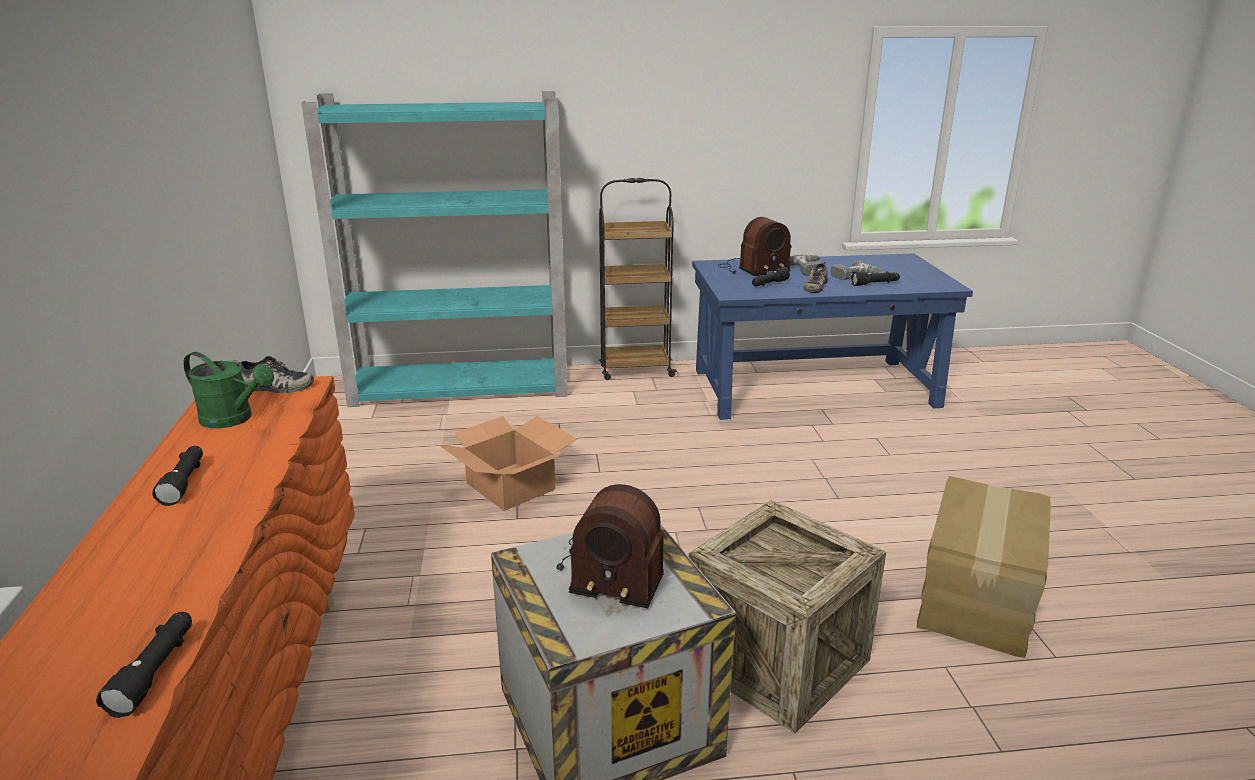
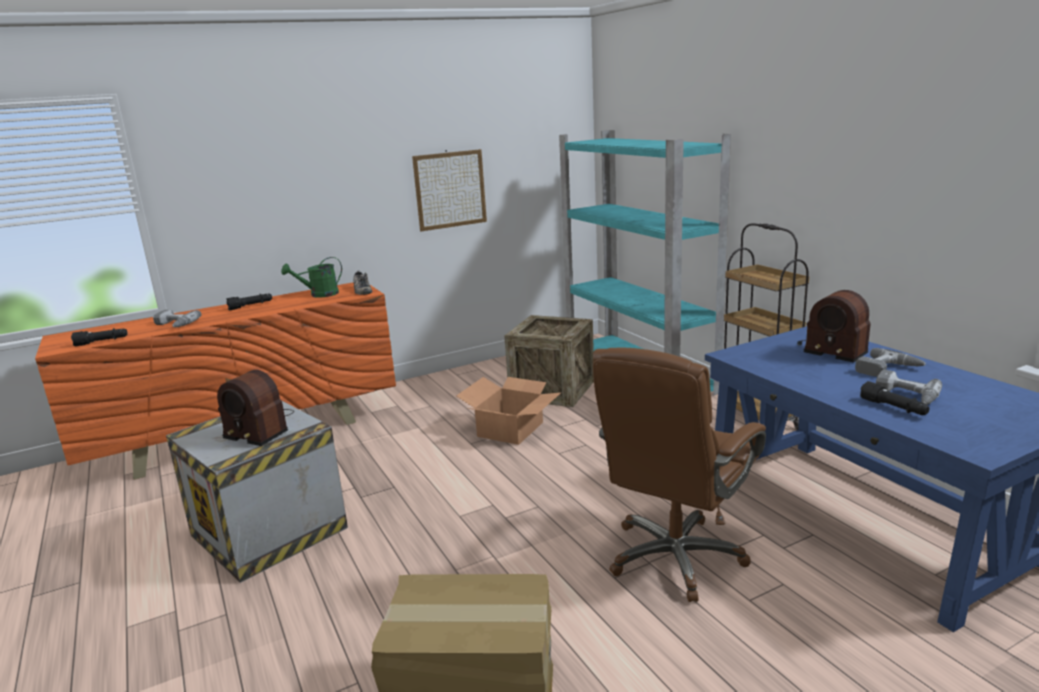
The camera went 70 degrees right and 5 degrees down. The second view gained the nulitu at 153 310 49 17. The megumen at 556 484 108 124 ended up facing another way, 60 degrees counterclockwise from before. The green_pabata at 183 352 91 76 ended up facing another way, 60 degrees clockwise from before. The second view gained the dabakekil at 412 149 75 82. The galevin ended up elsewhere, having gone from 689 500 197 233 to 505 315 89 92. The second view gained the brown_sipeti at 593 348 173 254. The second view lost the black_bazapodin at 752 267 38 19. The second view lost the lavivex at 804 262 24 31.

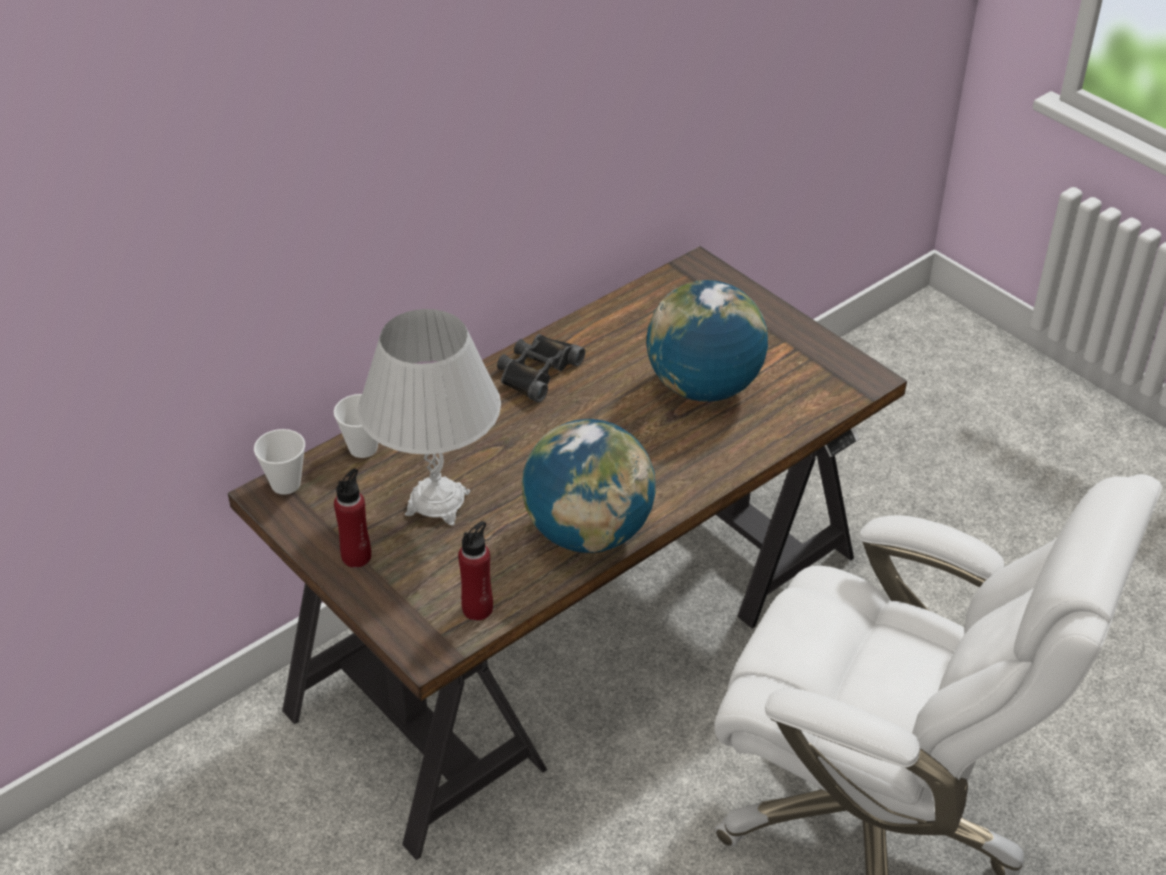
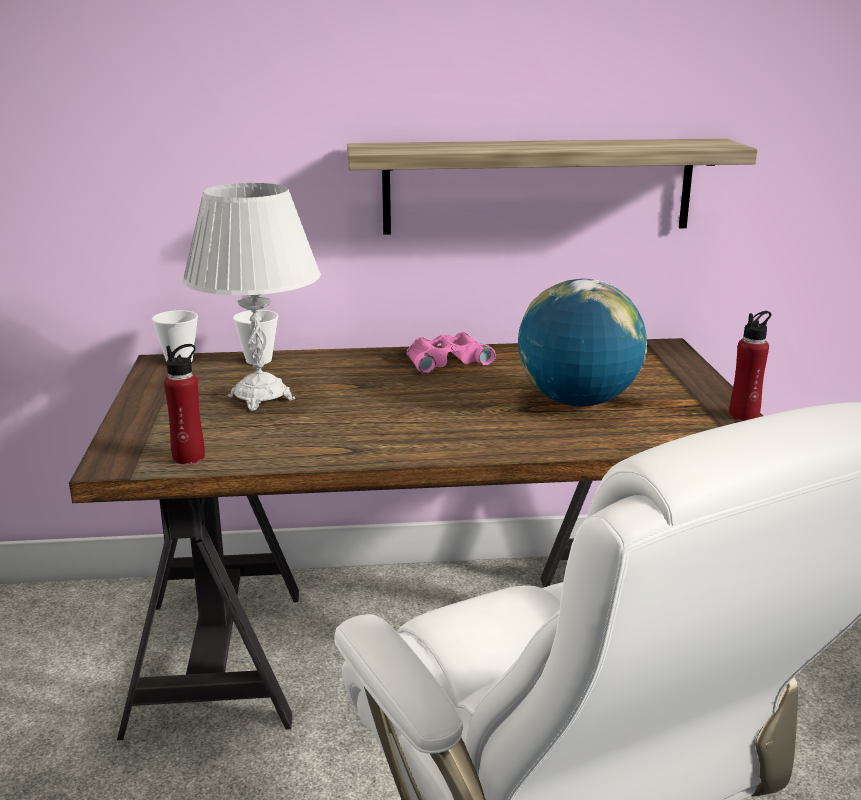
The camera went 35 degrees right and 20 degrees down. The second view gained the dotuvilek at 347 138 411 97. What was the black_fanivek at 497 334 88 69 turned into the pink_fanivek at 407 332 89 42. The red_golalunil ended up elsewhere, having gone from 334 469 37 99 to 729 311 42 110. The second view lost the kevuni at 521 419 135 134.

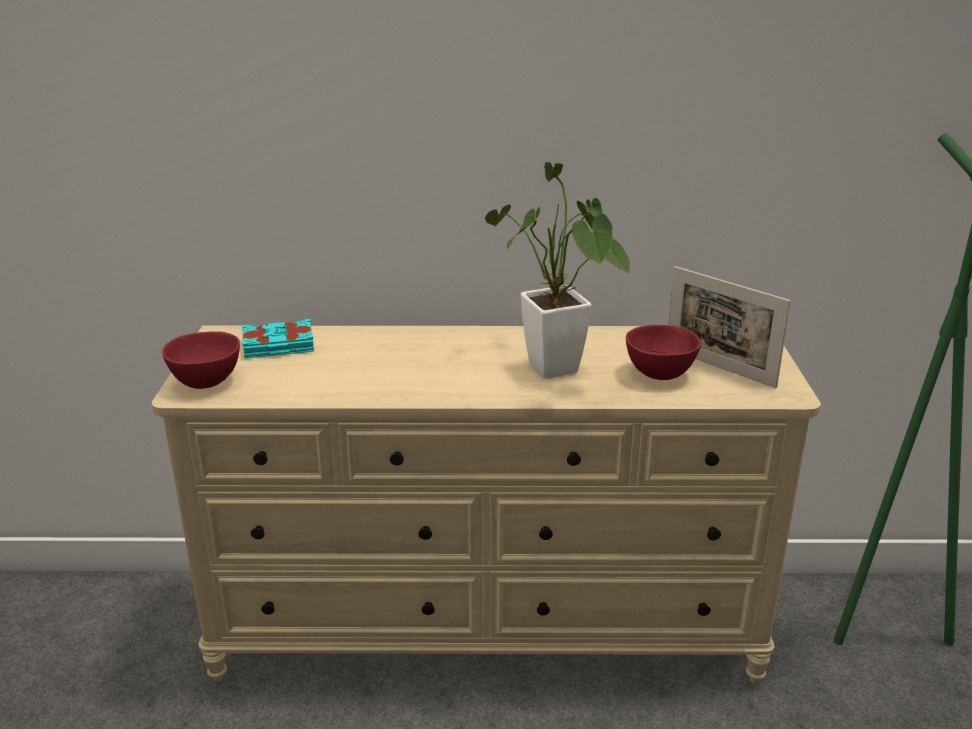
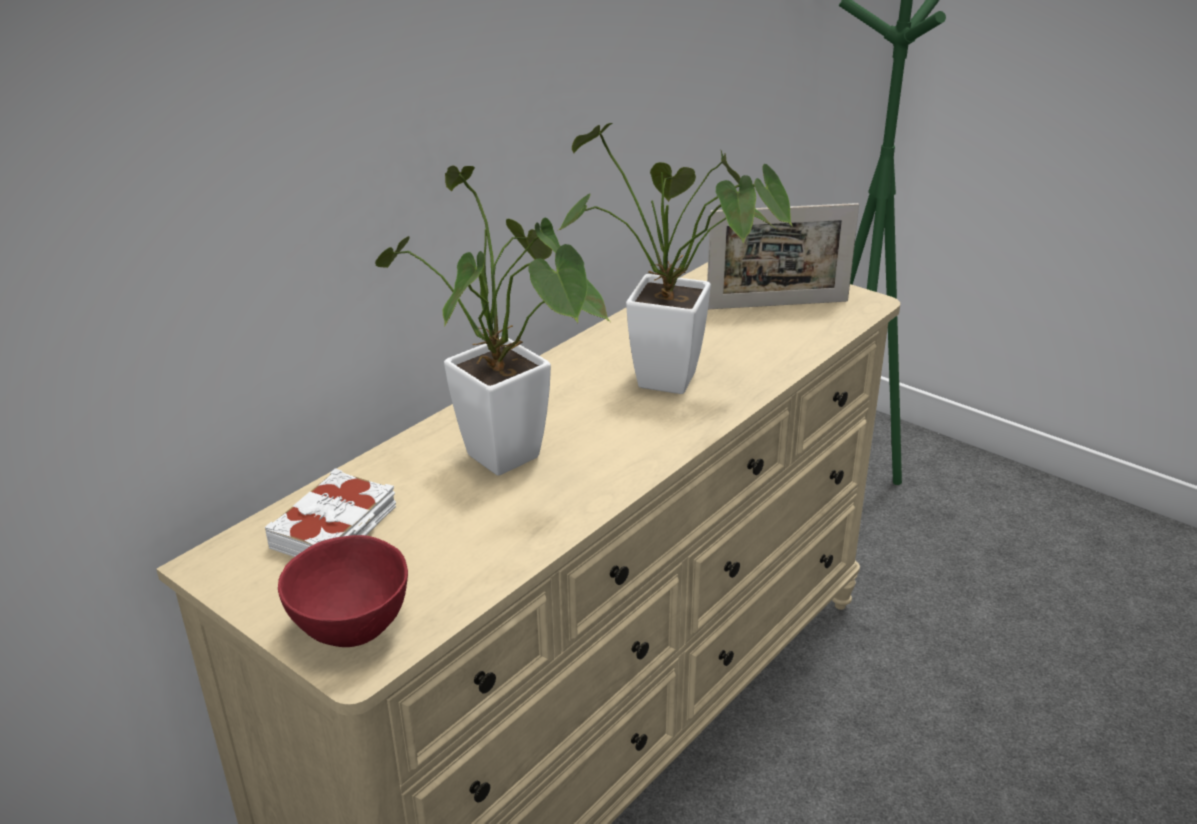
The camera went 50 degrees left and 5 degrees up. What was the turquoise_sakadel at 242 319 72 40 turned into the white_sakadel at 264 468 132 89. The second view gained the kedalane at 375 166 235 310. The second view lost the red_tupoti at 626 325 75 55.

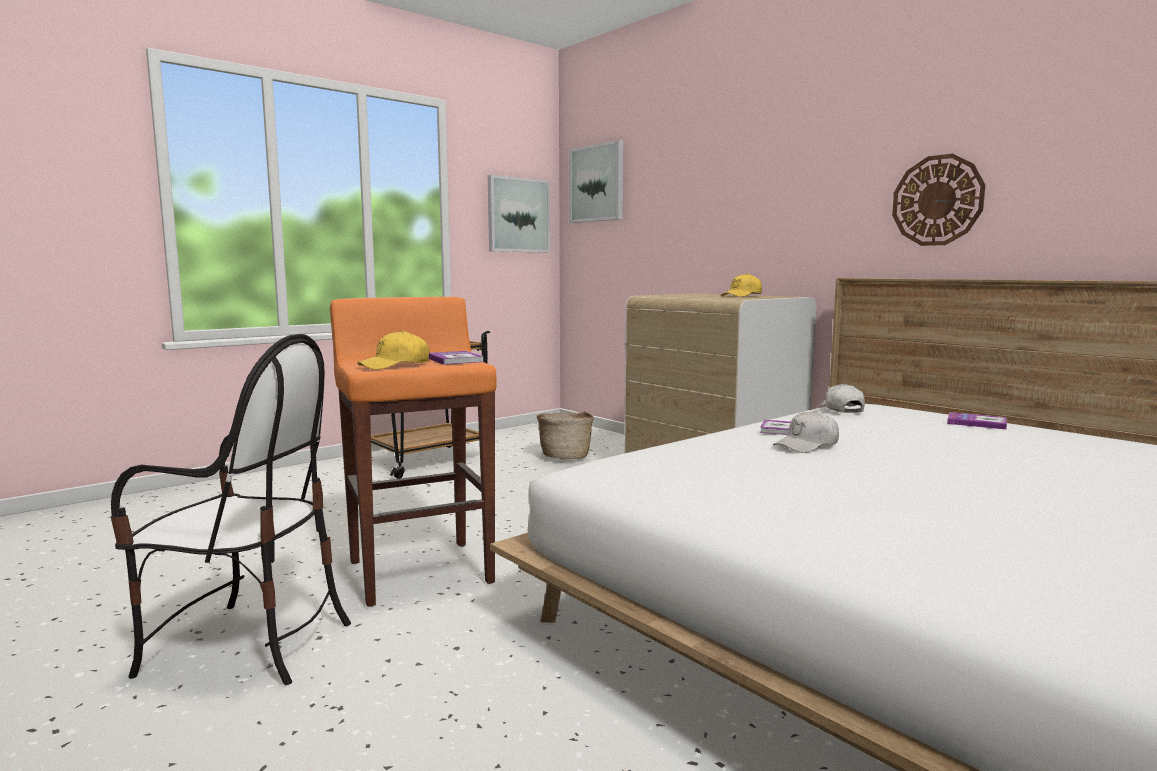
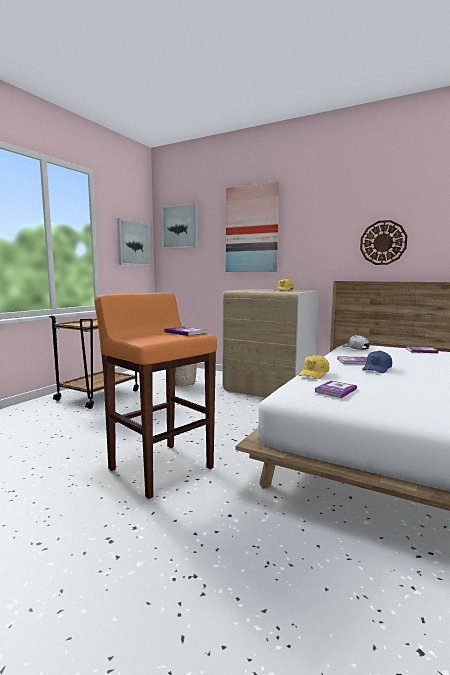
The camera went 20 degrees left and 0 degrees up. The second view gained the dabakekil at 226 181 53 91. The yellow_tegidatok ended up elsewhere, having gone from 357 330 73 40 to 298 355 31 24. The second view gained the sakadel at 315 381 42 17. What was the white_tegidatok at 773 411 66 42 turned into the blue_tegidatok at 362 350 30 23. The second view lost the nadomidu at 110 334 241 351.

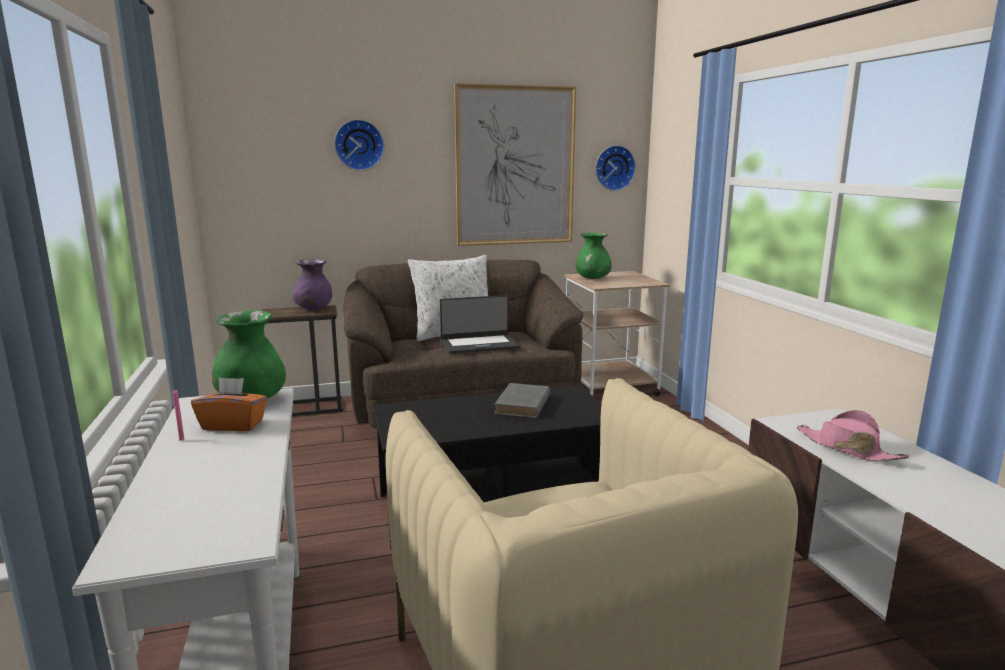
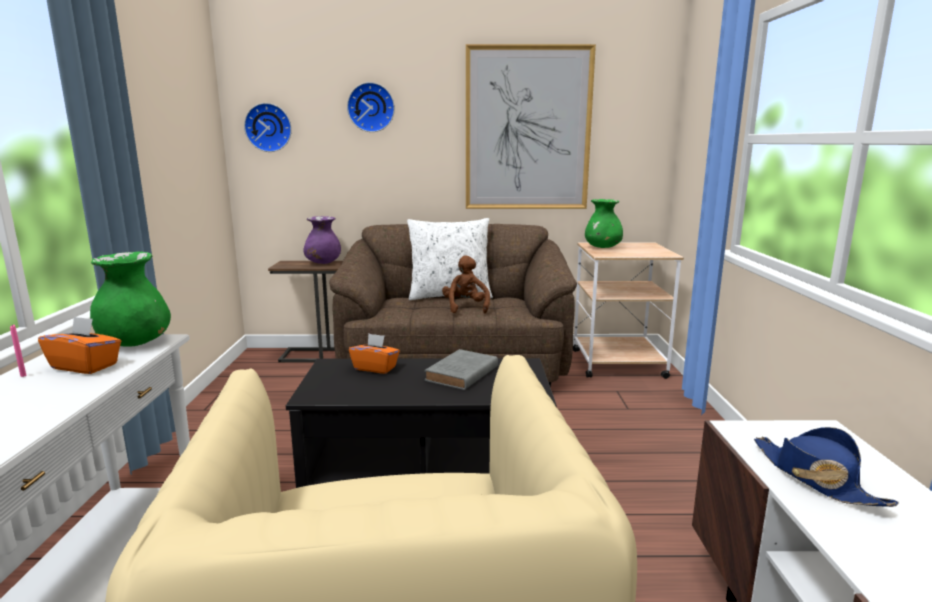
The camera went 15 degrees right and 0 degrees up. The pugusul ended up elsewhere, having gone from 595 145 41 46 to 244 103 48 49. The second view gained the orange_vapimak at 349 333 51 41. Where the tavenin stood at 440 295 80 59, the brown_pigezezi came to stand at 442 255 48 59. What was the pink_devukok at 797 410 112 52 turned into the blue_devukok at 754 427 145 80.

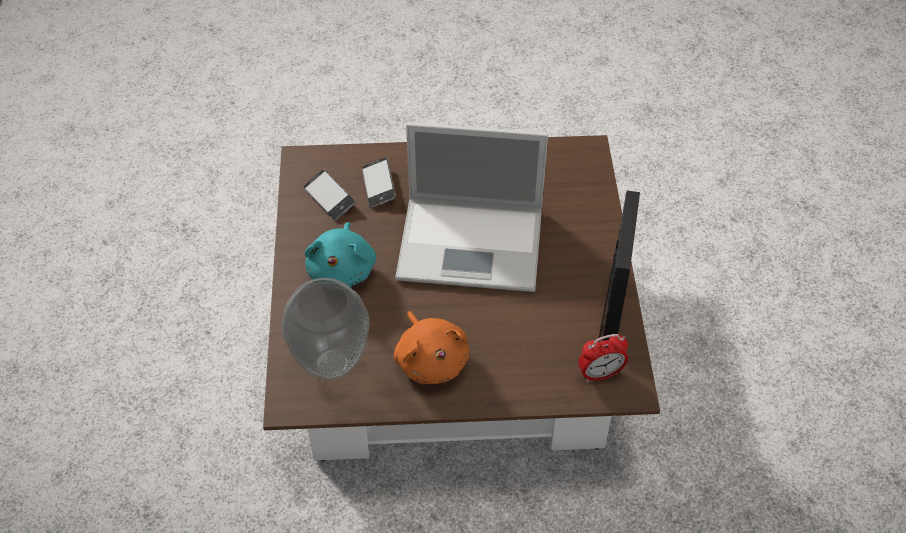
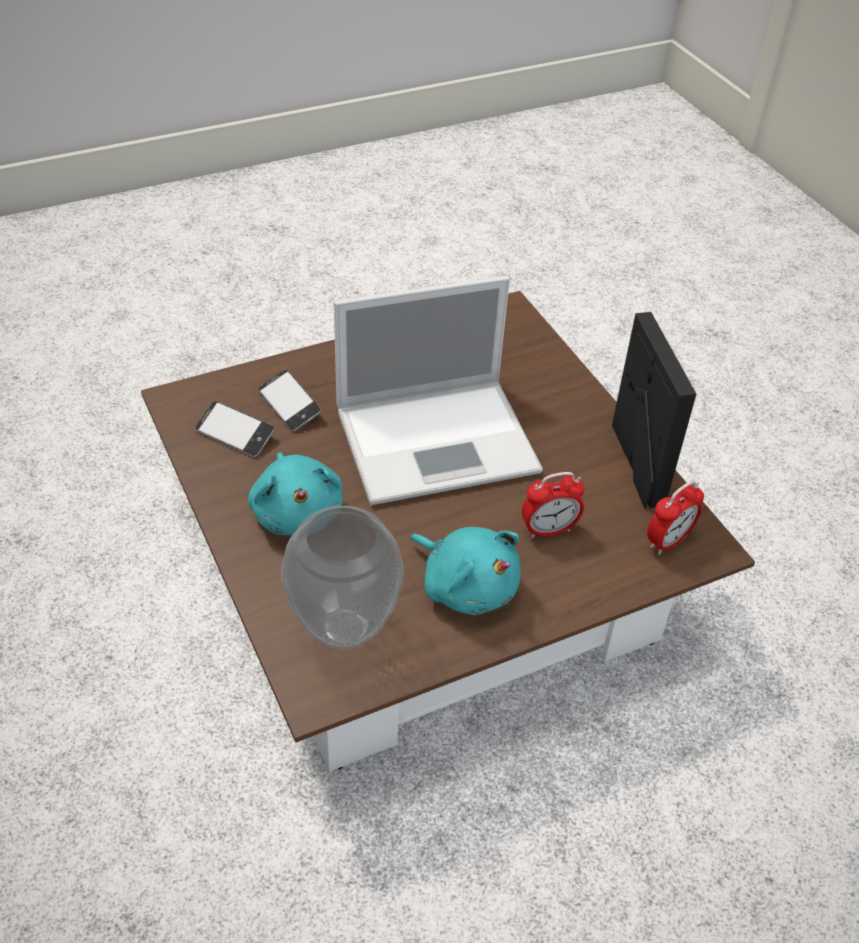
The camera went 25 degrees left and 5 degrees down. What was the orange_pigezezi at 394 311 75 73 turned into the turquoise_pigezezi at 410 527 111 88. The second view gained the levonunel at 522 472 63 66.

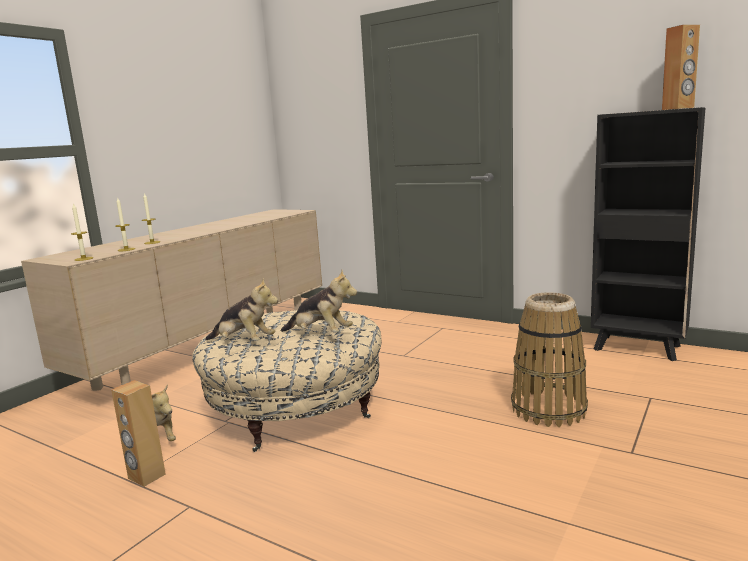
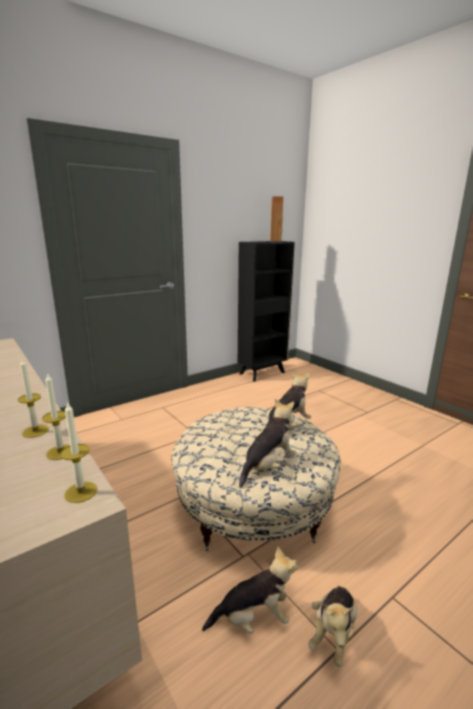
The camera went 70 degrees left and 5 degrees up. Where the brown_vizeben stood at 111 380 55 107, the pigezezi came to stand at 308 586 49 81. The second view lost the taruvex at 511 292 77 135.

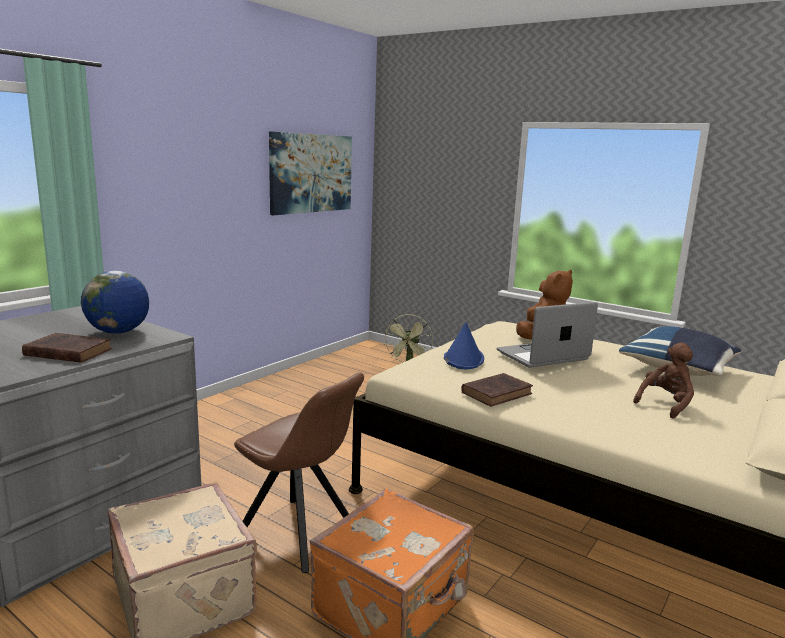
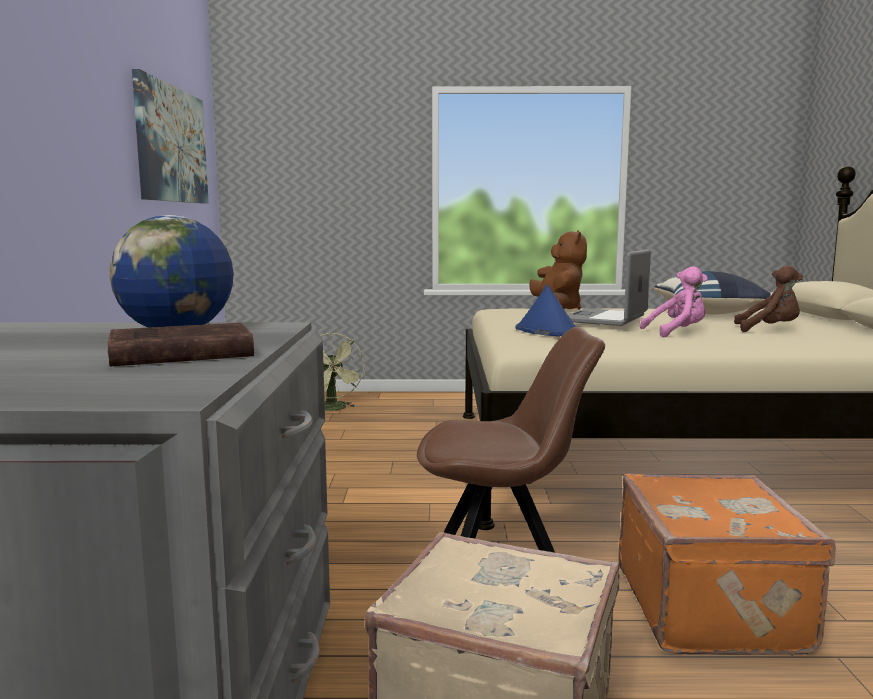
The camera went 35 degrees left and 5 degrees down. The second view gained the pink_pigezezi at 640 266 68 71. The brown_pigezezi at 633 342 61 76 ended up facing another way, 90 degrees clockwise from before. The second view lost the brown_sakadel at 461 373 72 34.

